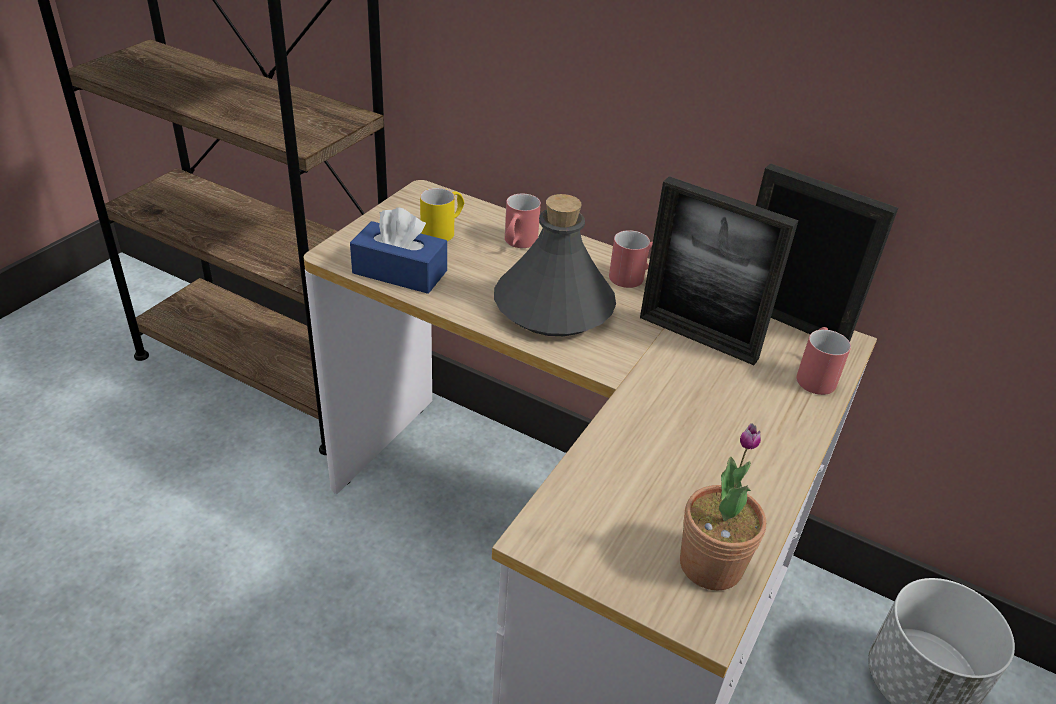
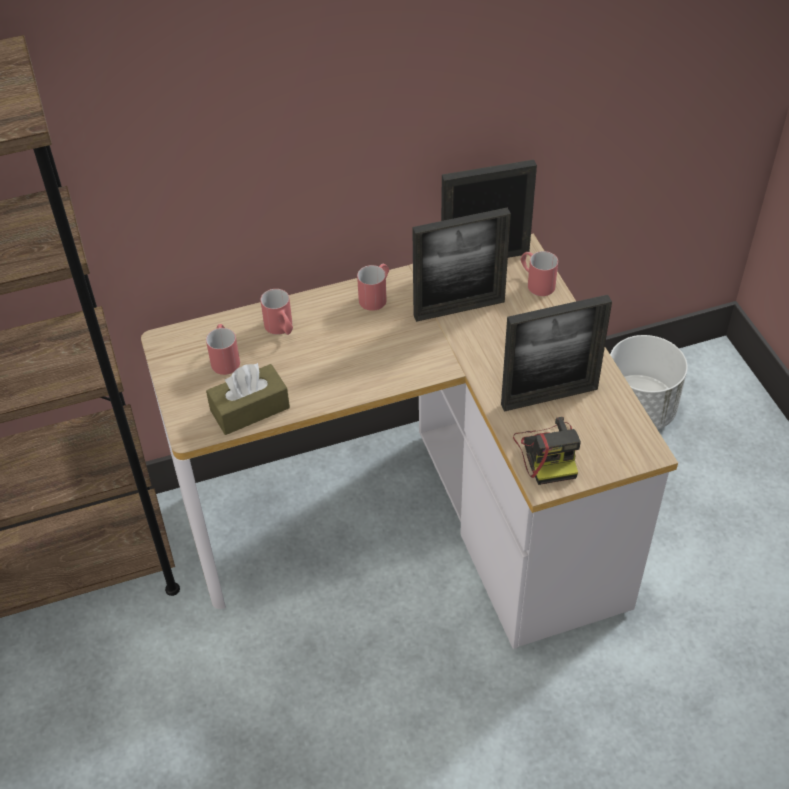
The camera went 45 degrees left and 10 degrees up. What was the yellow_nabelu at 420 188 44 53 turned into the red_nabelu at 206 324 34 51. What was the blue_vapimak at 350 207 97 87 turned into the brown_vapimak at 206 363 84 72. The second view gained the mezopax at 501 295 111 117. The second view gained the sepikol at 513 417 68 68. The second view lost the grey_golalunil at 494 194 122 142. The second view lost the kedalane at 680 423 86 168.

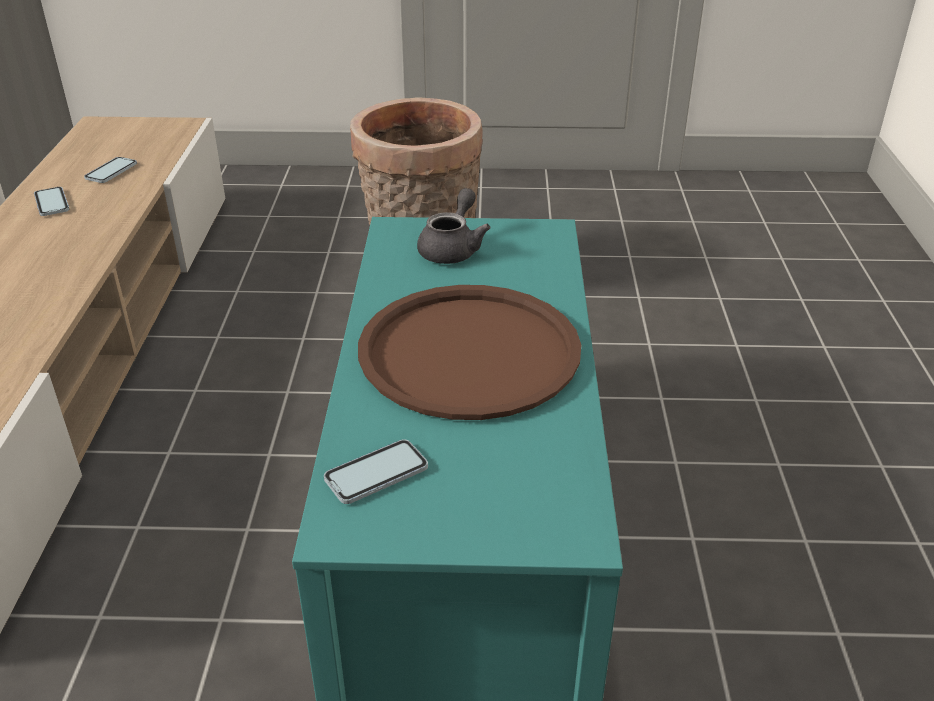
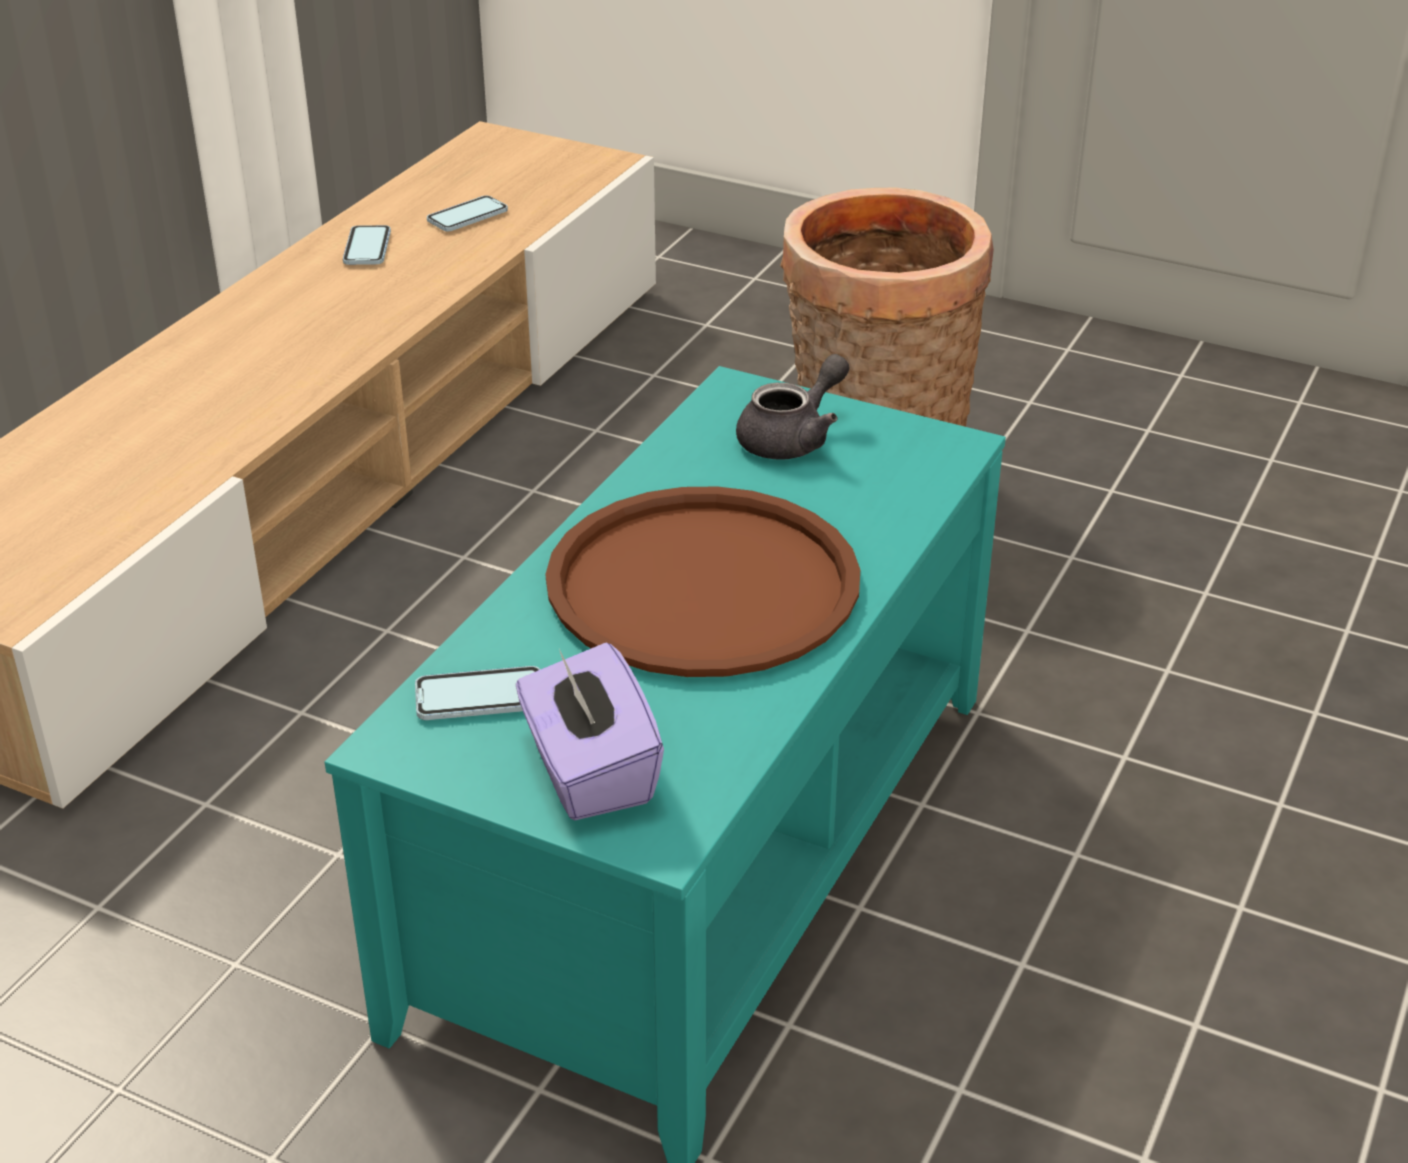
The camera went 25 degrees right and 0 degrees up. The second view gained the purple_vapimak at 516 643 148 177.

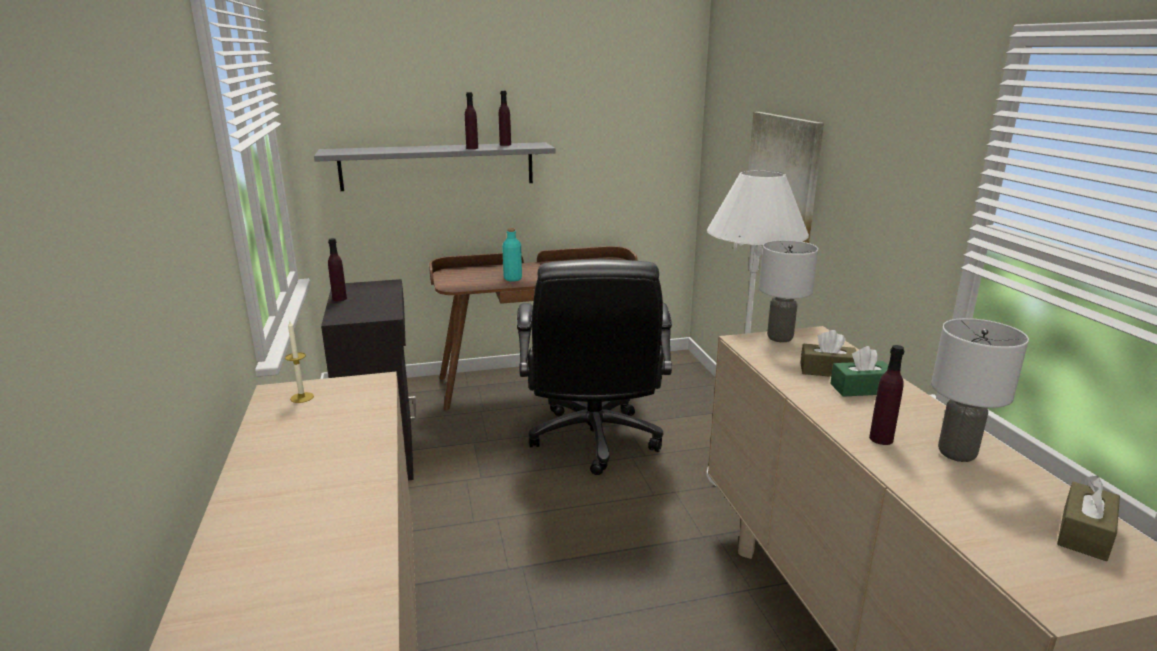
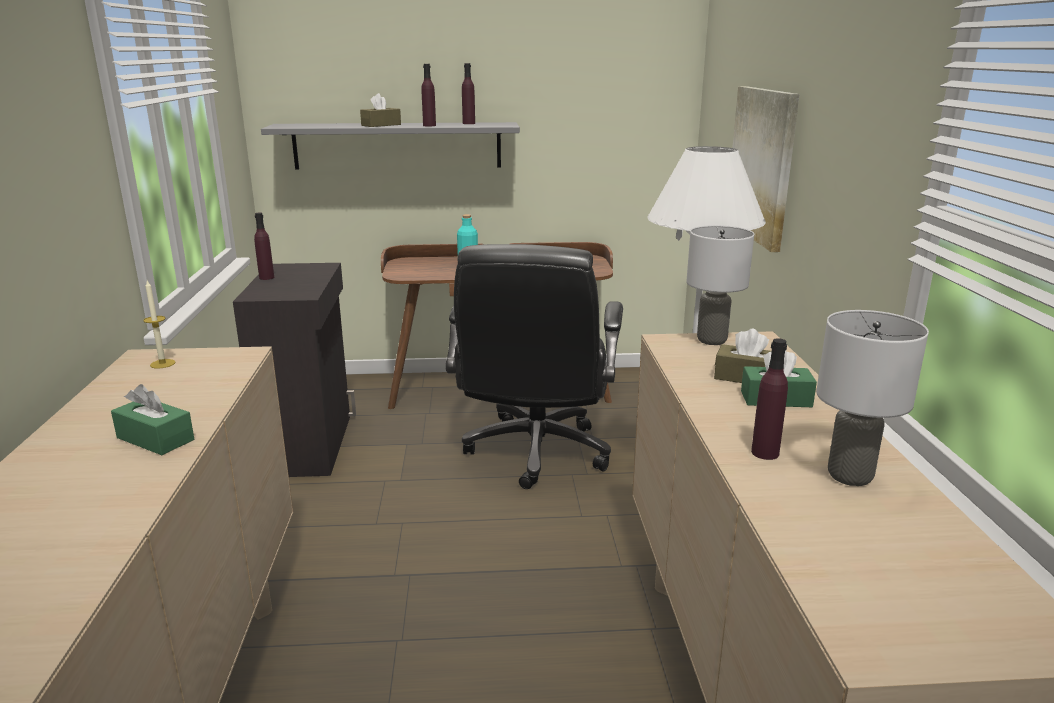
The camera went 10 degrees right and 0 degrees up. The second view gained the green_vapimak at 111 384 83 71. The brown_vapimak ended up elsewhere, having gone from 1057 476 63 85 to 360 93 41 34.

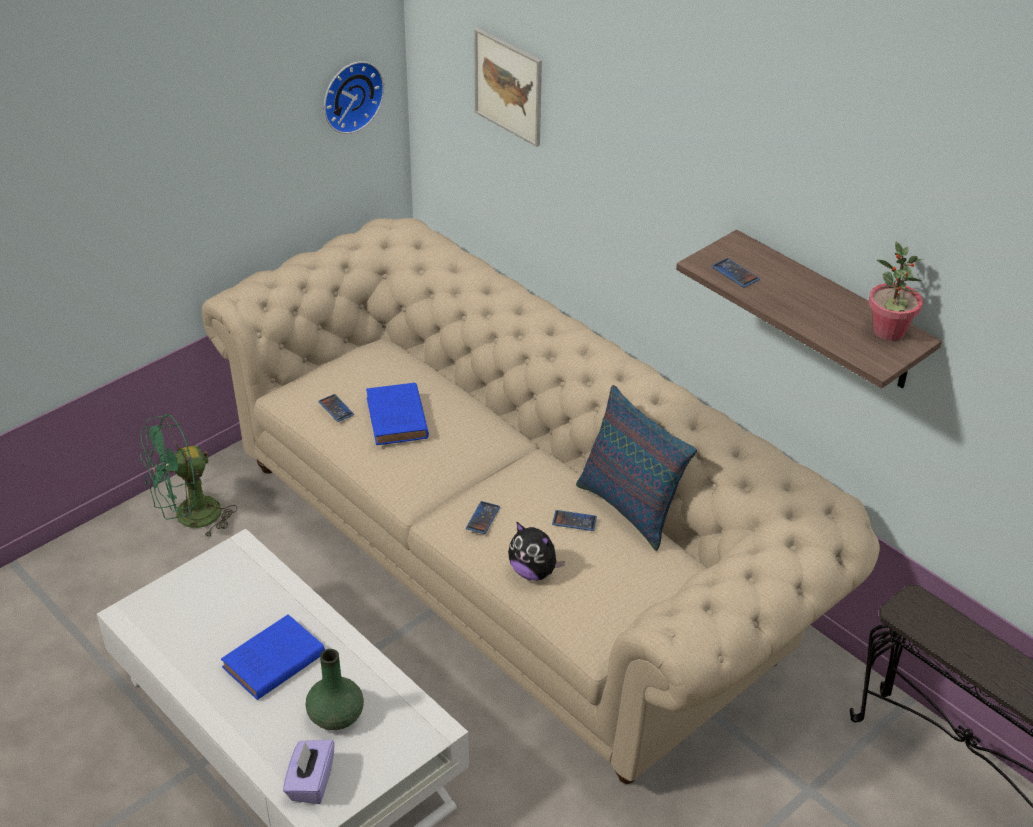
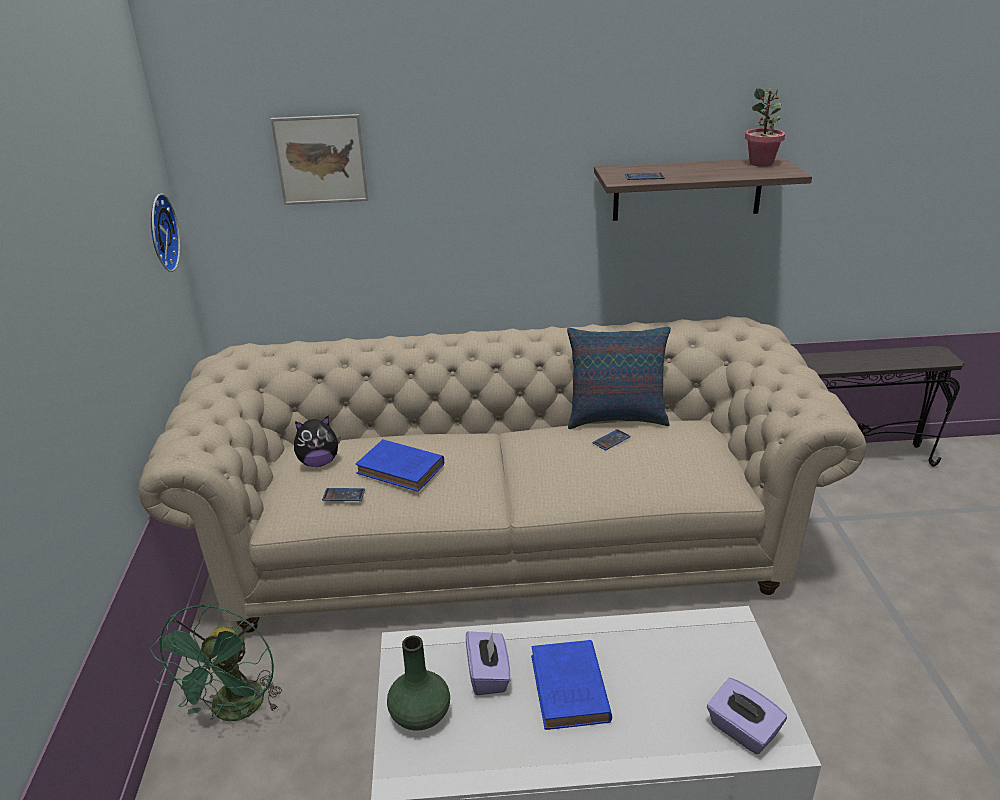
The camera went 50 degrees left and 10 degrees down. The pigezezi ended up elsewhere, having gone from 508 521 57 60 to 294 416 46 51. The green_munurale ended up elsewhere, having gone from 306 649 58 81 to 387 636 63 95. The second view gained the purple_vapimak at 466 631 44 64. The second view lost the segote at 466 501 34 33.

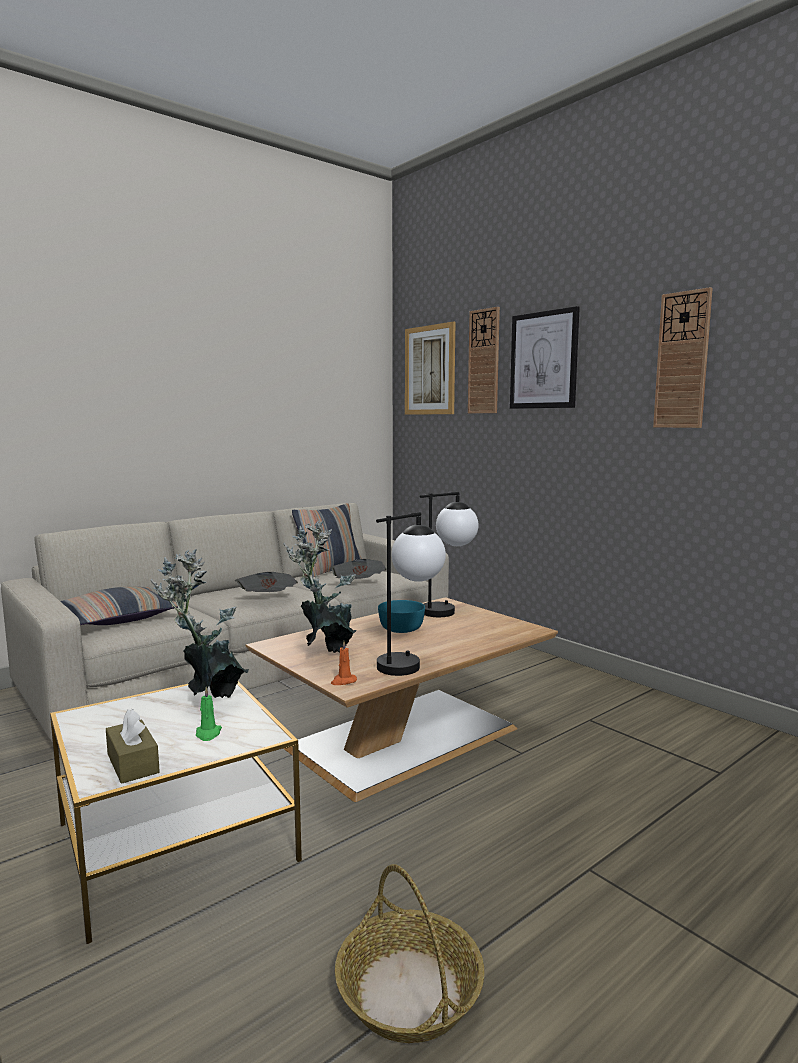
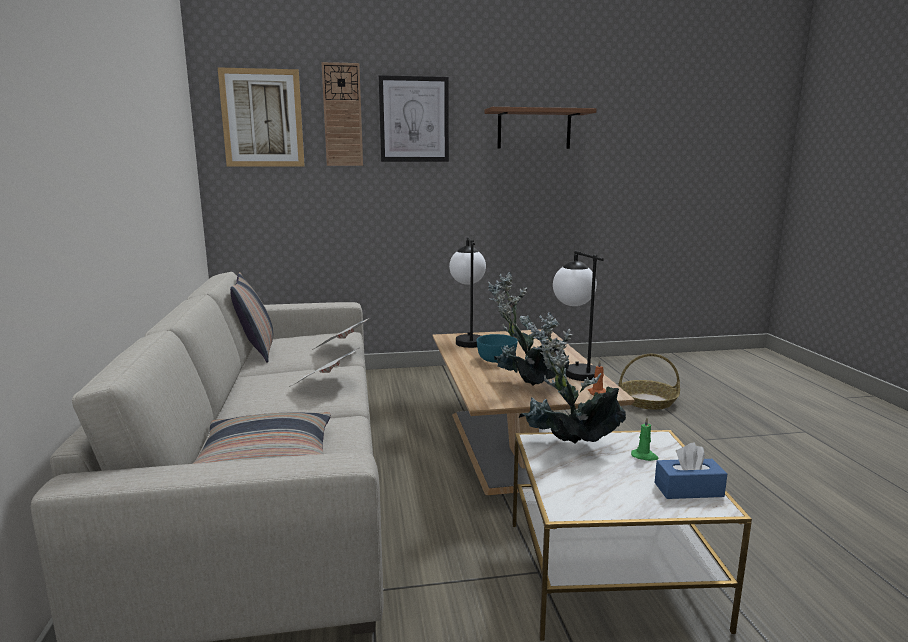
The camera went 60 degrees left and 5 degrees up. Where the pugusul hung at 653 287 60 141, the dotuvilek came to hang at 484 107 113 42. The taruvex ended up elsewhere, having gone from 335 864 149 179 to 619 354 61 56. What was the brown_vapimak at 106 709 54 75 turned into the blue_vapimak at 654 443 73 56.

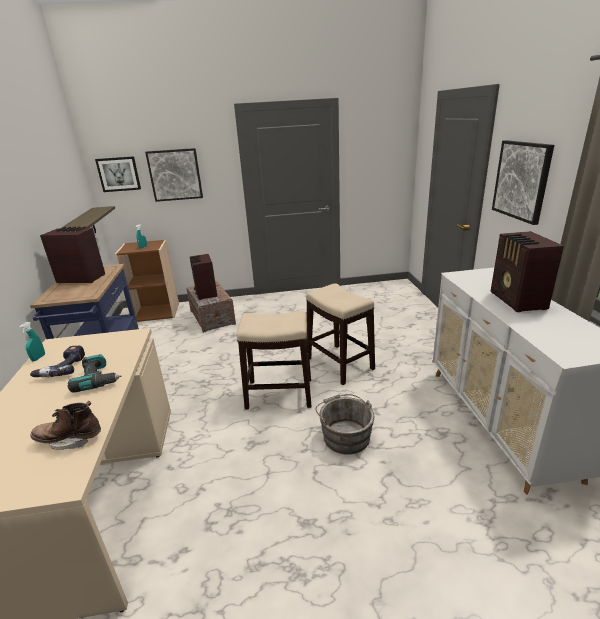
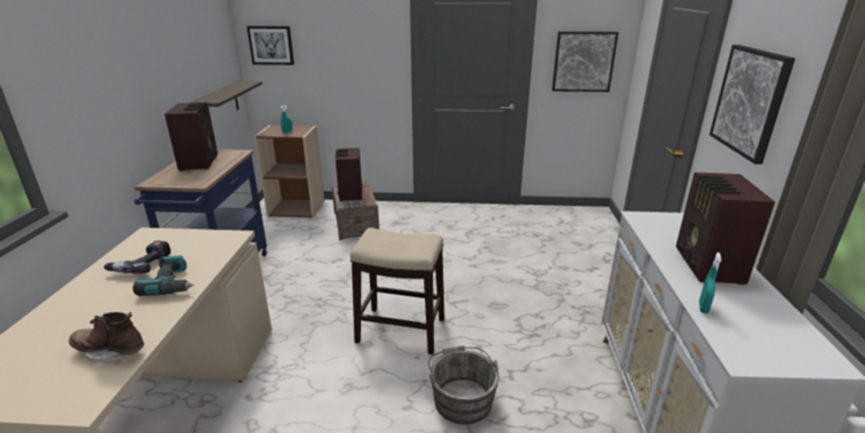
The camera went 10 degrees right and 0 degrees up. The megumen at 40 226 65 57 ended up facing another way, 60 degrees clockwise from before. The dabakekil ended up elsewhere, having gone from 145 148 58 54 to 552 31 67 61. The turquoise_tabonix ended up elsewhere, having gone from 19 322 26 39 to 699 253 22 60. The second view lost the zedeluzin at 306 283 69 102.

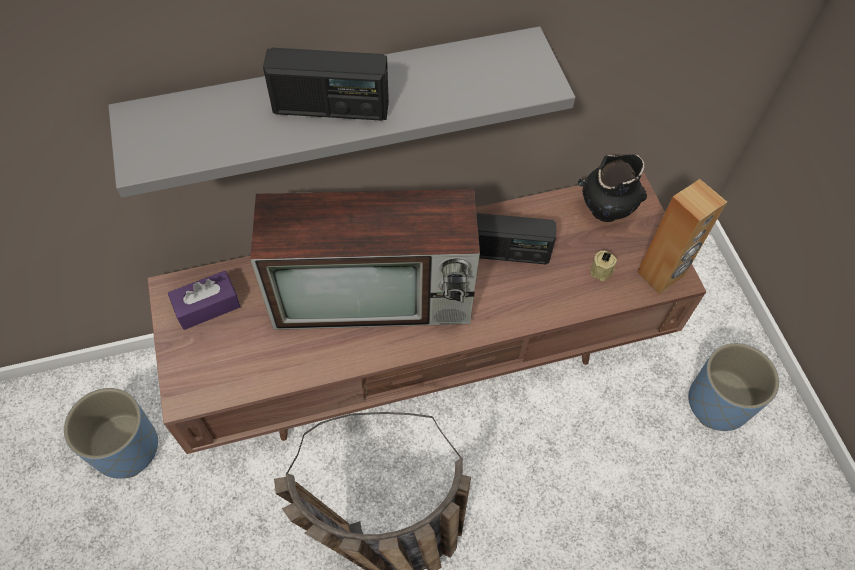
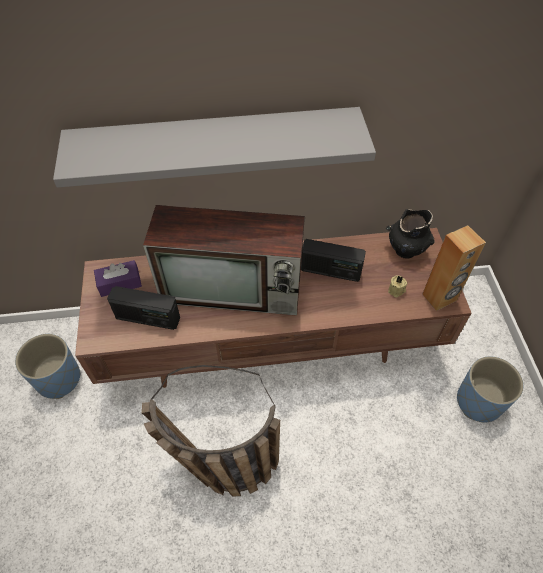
The camera went 10 degrees right and 5 degrees down. The megumen ended up elsewhere, having gone from 263 48 126 73 to 107 286 73 44.

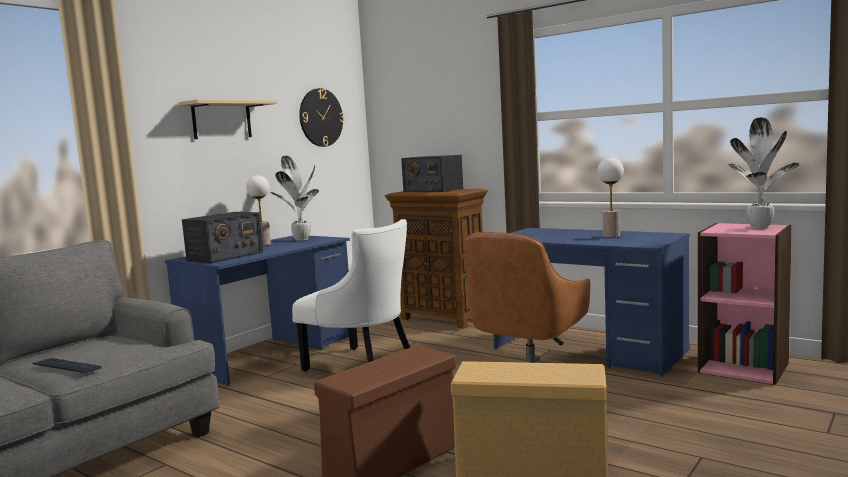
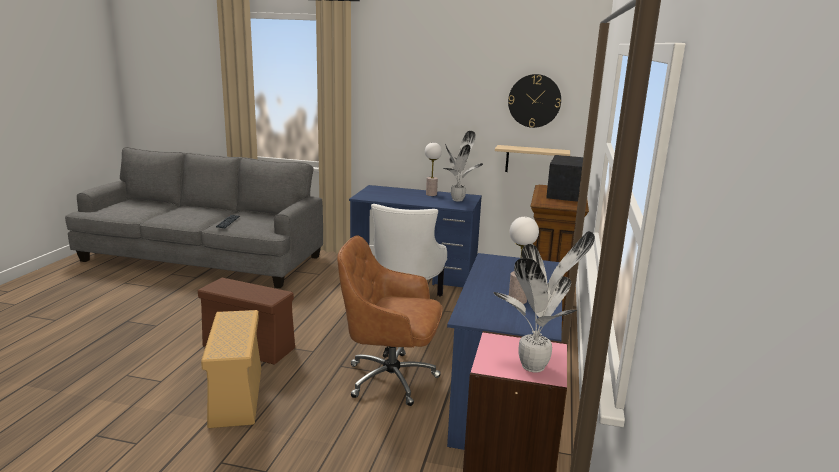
The camera went 65 degrees right and 10 degrees up. The beige_dotuvilek ended up elsewhere, having gone from 178 99 99 40 to 495 145 75 27. The second view lost the megumen at 182 212 81 51.

